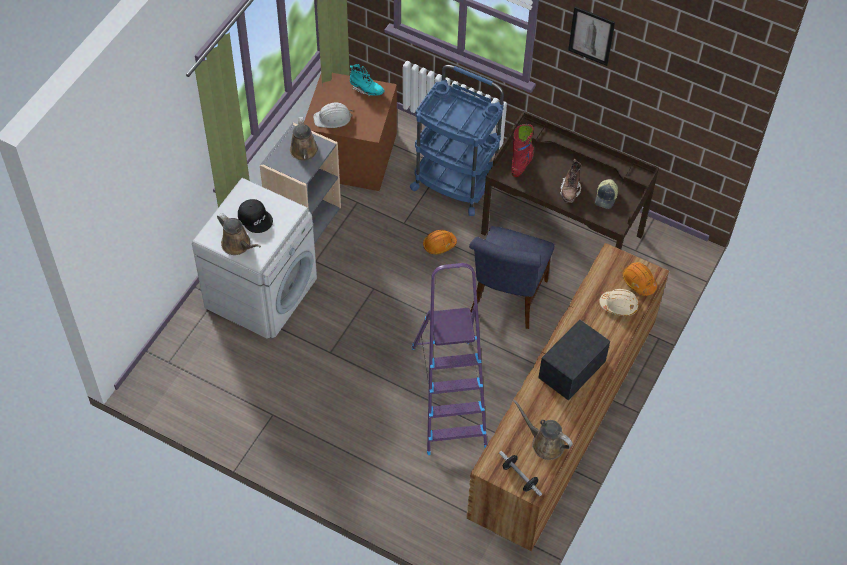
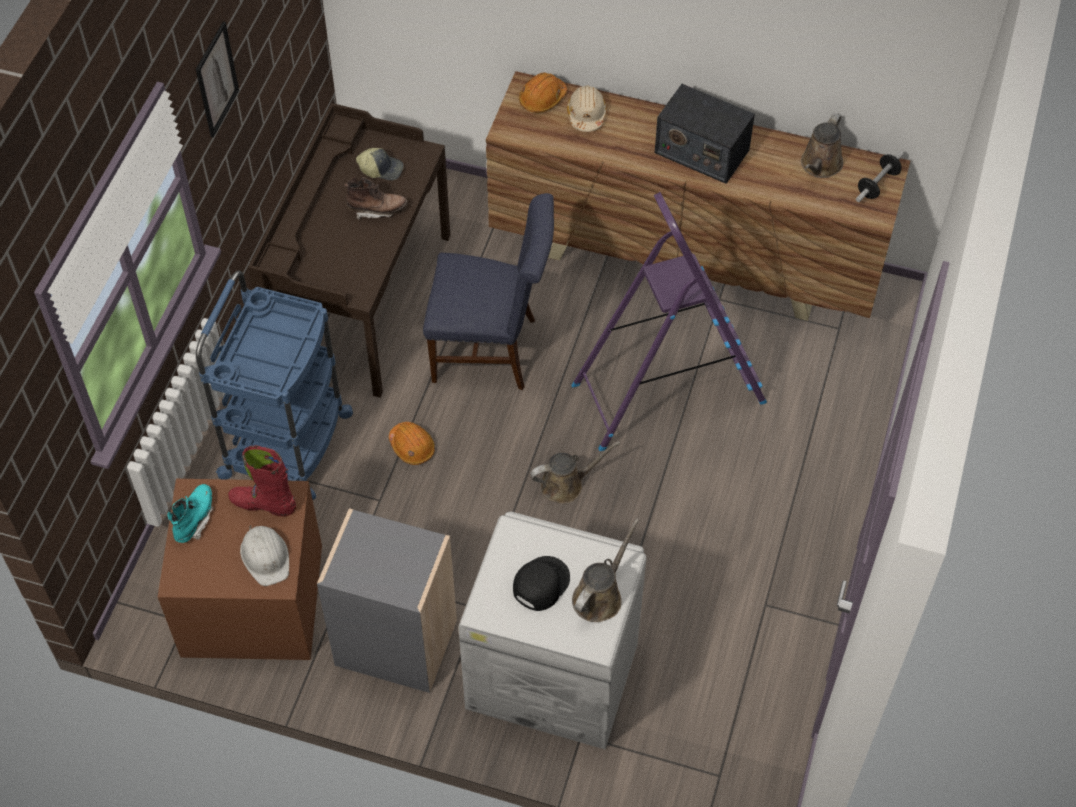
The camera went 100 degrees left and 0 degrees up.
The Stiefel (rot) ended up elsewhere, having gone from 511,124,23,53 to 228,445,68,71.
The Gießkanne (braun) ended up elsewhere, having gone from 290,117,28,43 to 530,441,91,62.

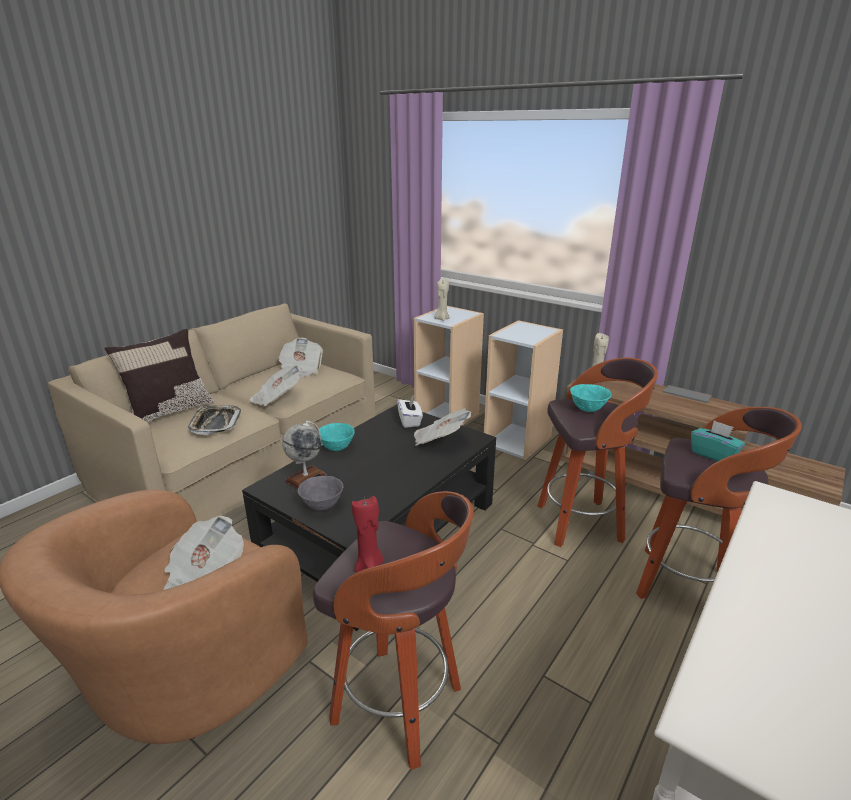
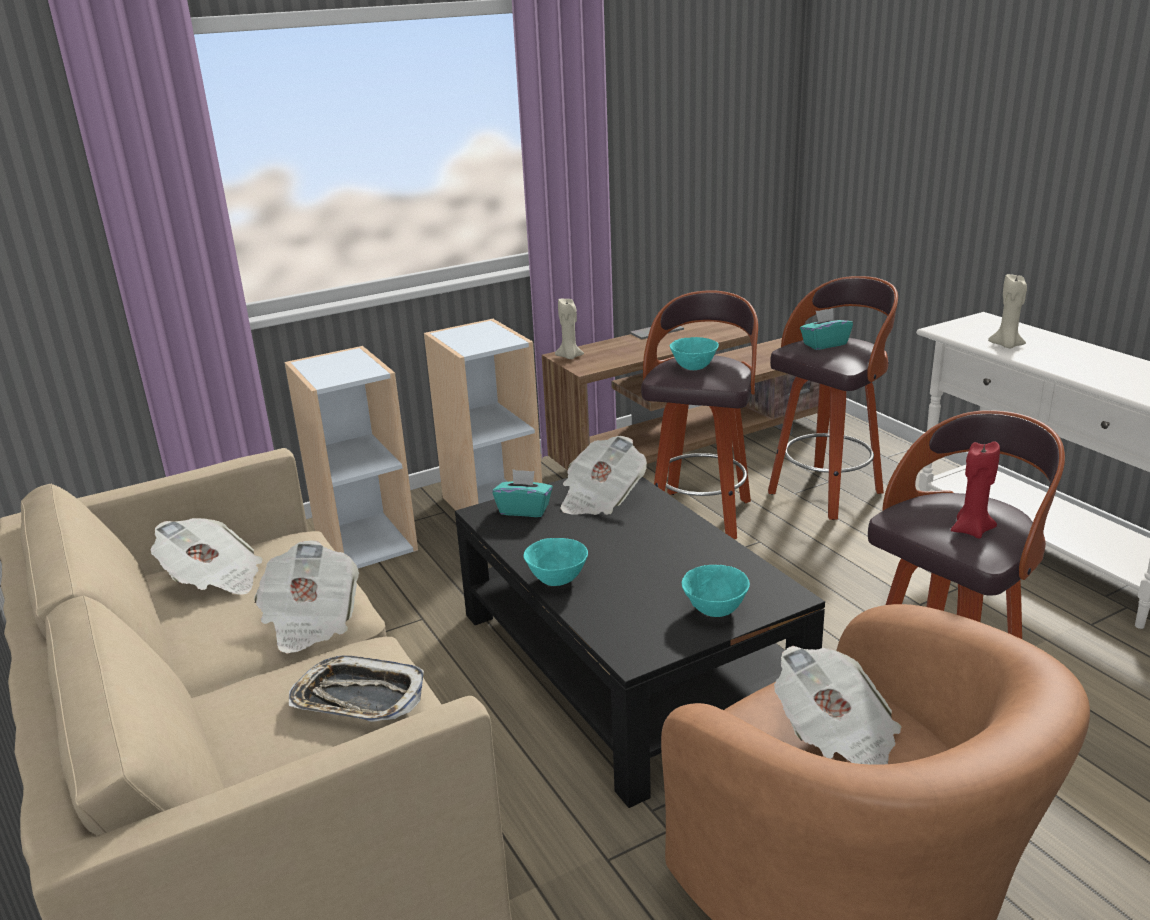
The camera went 65 degrees left and 0 degrees up.
What was the Taschentuchbox (weiß) at 397,395,26,33 turned into the Taschentuchbox (türkis) at 492,469,61,48.
What was the Schüssel (grau) at 297,476,47,35 turned into the Schüssel (türkis) at 682,565,68,52.
The Kerze (beige) ended up elsewhere, having gone from 435,279,15,42 to 988,274,39,74.
The second view lost the Kissen at 104,329,109,93.
The second view lost the Globus at 282,421,45,68.

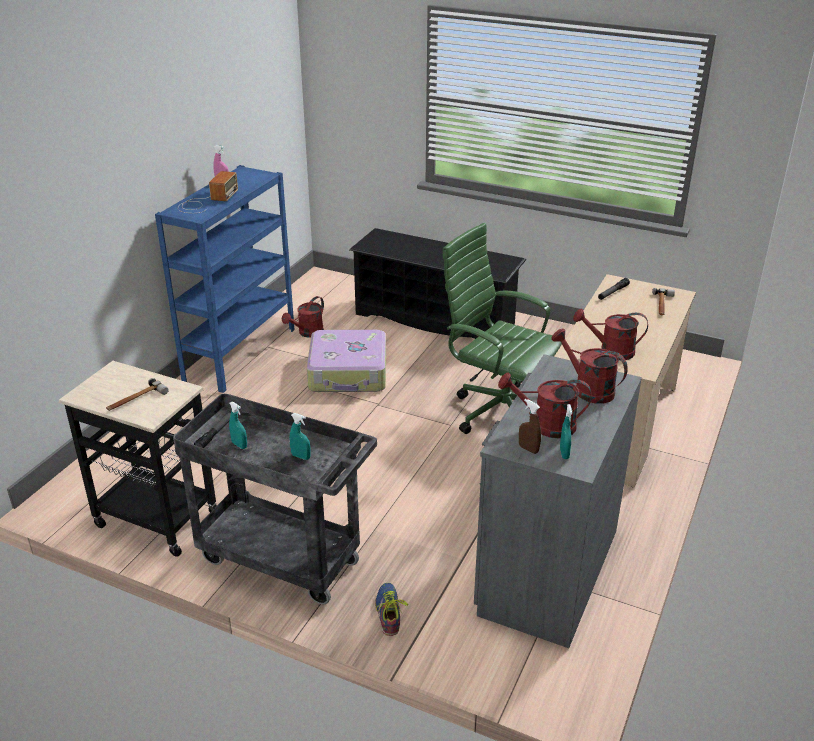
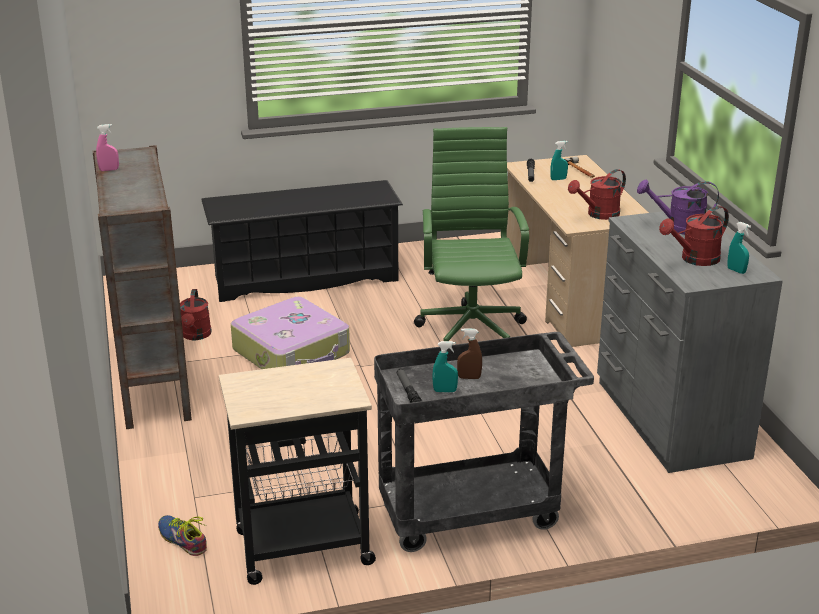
The camera went 40 degrees left and 5 degrees down.
What was the Bücherregal (blau) at 155,165,140,228 turned into the Bücherregal (grau) at 93,145,99,284.
The Schuh ended up elsewhere, having gone from 375,583,33,53 to 158,515,49,41.
The Bürostuhl (grün) at 443,223,119,211 ended up facing another way, 90 degrees clockwise from before.
The Sprühflasche (braun) ended up elsewhere, having gone from 519,399,22,55 to 457,328,25,51.
The Sprühflasche (türkis) ended up elsewhere, having gone from 290,413,21,47 to 550,141,18,39.
What was the Gießkanne (rot) at 551,329,77,75 turned into the Gießkanne (lila) at 637,179,82,56.
The second view lost the Hammer at 106,378,63,33.
The second view lost the Radio at 178,171,60,42.

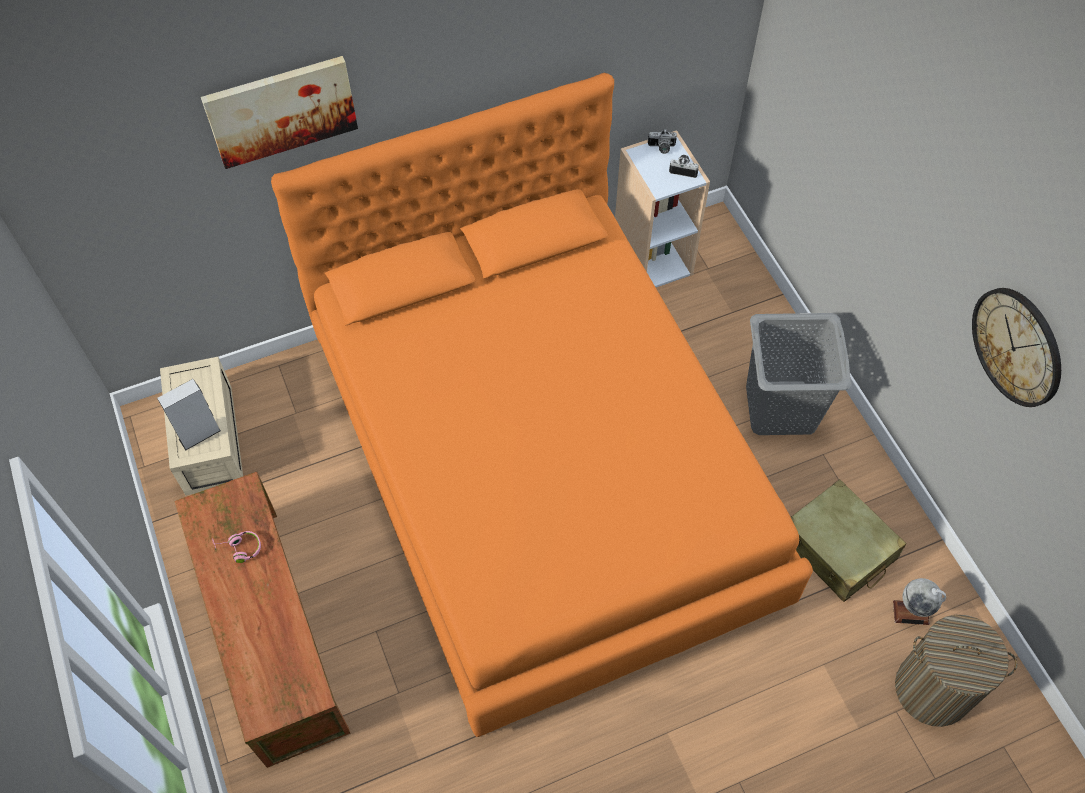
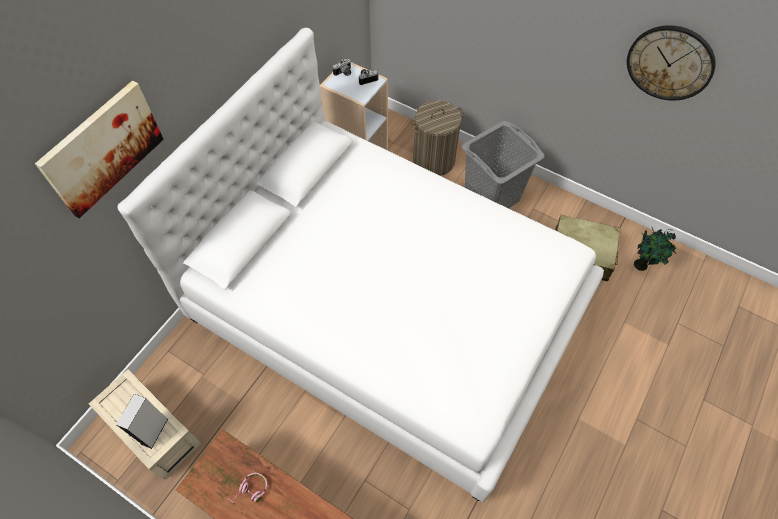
The camera went 35 degrees left and 0 degrees up.
What was the Bett (orange) at 271,73,542,664 turned into the Bett (weiß) at 118,28,486,474.
The Wäschekorb ended up elsewhere, having gone from 895,615,122,112 to 411,100,53,76.
Where the Globus stood at 893,578,53,47, the Topfpflanze came to stand at 634,228,42,43.

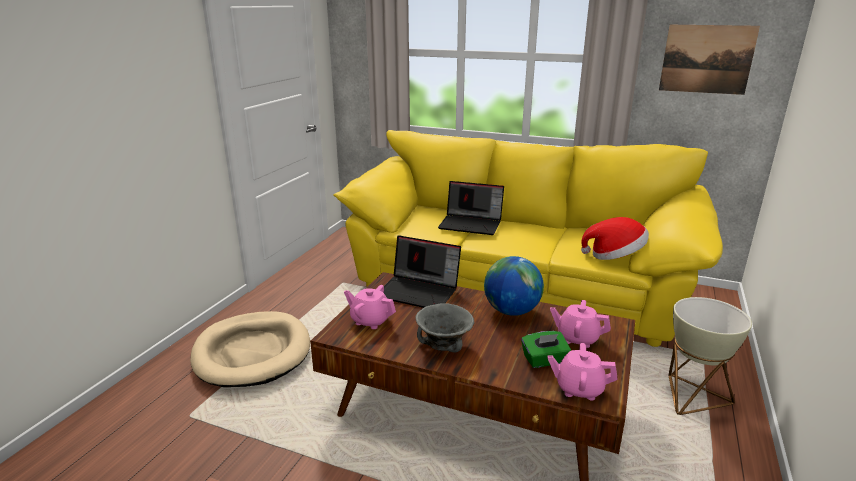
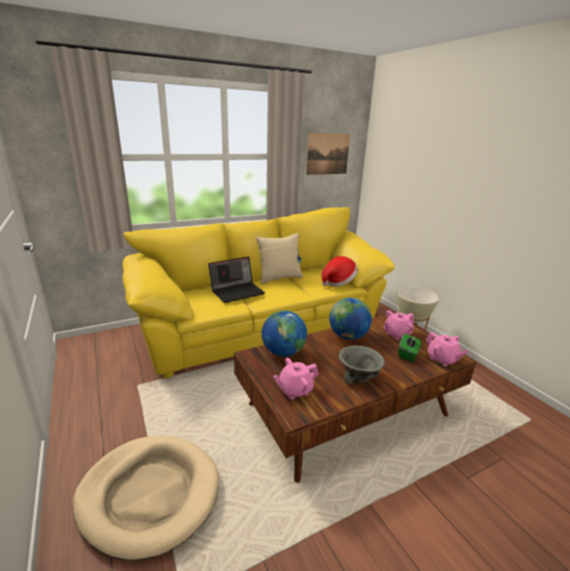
The camera went 50 degrees left and 0 degrees up.
The second view gained the Kissen (beige) at 256,233,47,51.
Where the Laptop stood at 384,235,77,73, the Globus came to stand at 262,311,45,46.
The Teekanne (rosa) at 548,343,69,57 ended up facing another way, 90 degrees counterclockwise from before.

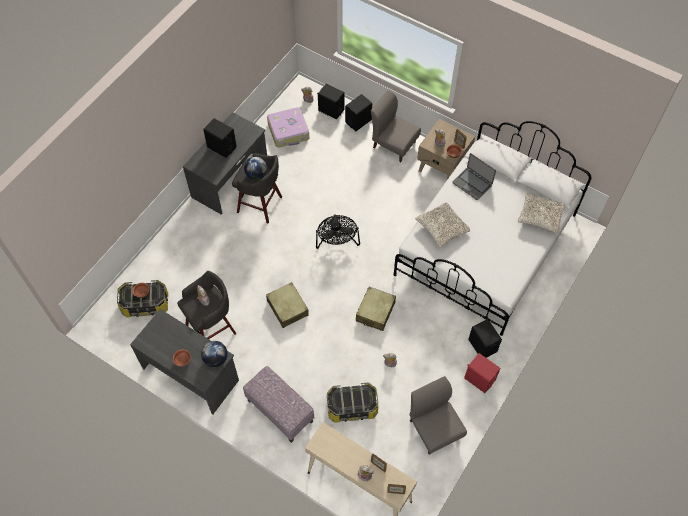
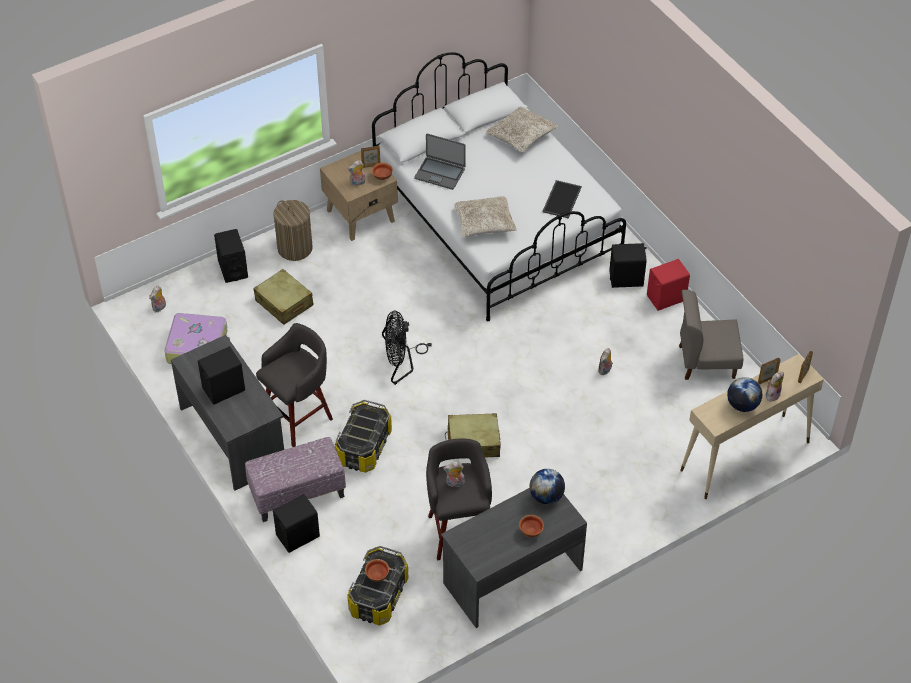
The camera went 65 degrees left and 10 degrees down.
The Polsterhocker ended up elsewhere, having gone from 243,366,71,77 to 245,437,101,85.
The Koffer (beige) ended up elsewhere, having gone from 356,287,40,44 to 253,269,61,56.
Where the Stuhl (grau) stood at 371,90,50,72, the Wäschekorb came to stand at 273,200,40,61.
The Lautsprecher (schwarz) ended up elsewhere, having gone from 317,84,28,35 to 273,494,47,59.
The Aufbewahrungsbox ended up elsewhere, having gone from 327,383,51,40 to 335,400,57,73.
The Ventilator (schwarz) at 316,214,44,35 ended up facing another way, 150 degrees clockwise from before.
The Laptop at 452,153,44,47 ended up facing another way, 45 degrees clockwise from before.
The second view gained the Tablett at 542,180,40,39.
The Globus ended up elsewhere, having gone from 244,157,23,23 to 727,377,35,35.

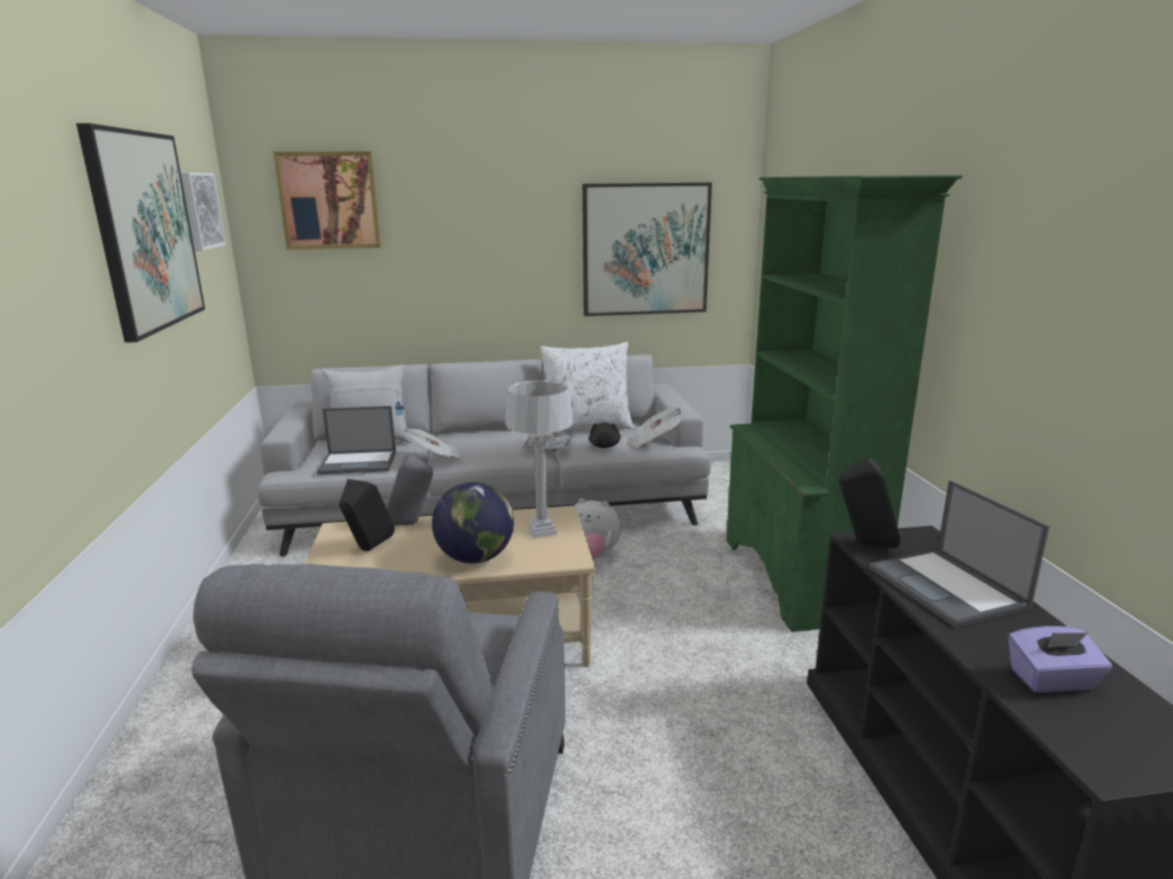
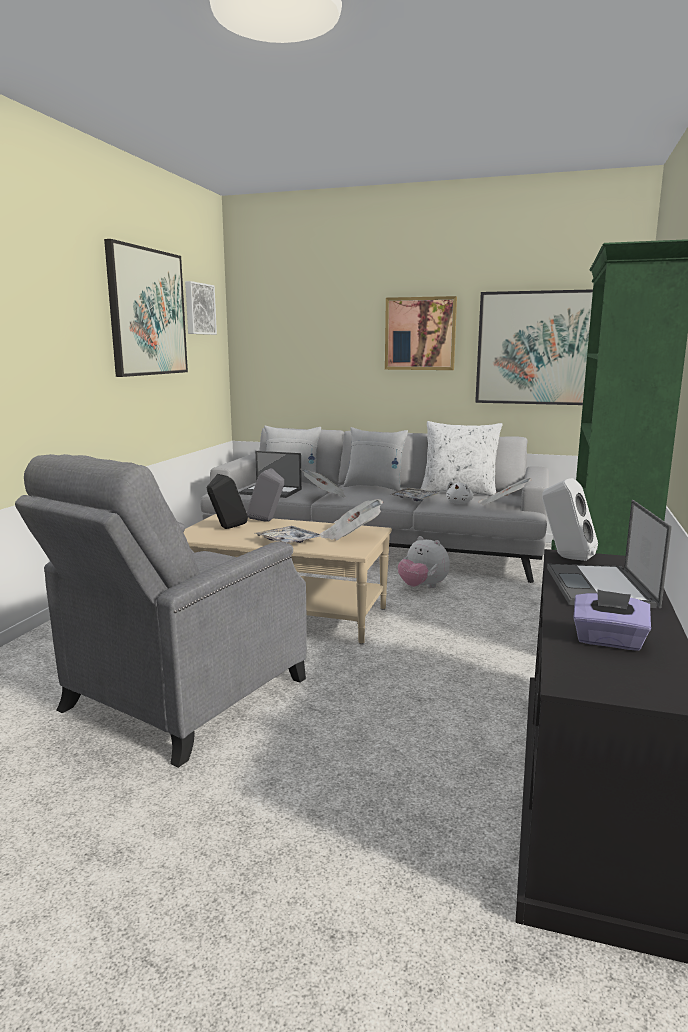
The camera went 25 degrees right and 5 degrees down.
Where the Globus stood at 432,482,82,82, the Tablett came to stand at 255,526,68,17.
Where the Tischlampe (grau) stood at 506,380,67,158, the Zeitung came to stand at 320,499,63,42.
The second view gained the Kissen (grau) at 343,427,65,64.
The Bild ended up elsewhere, having gone from 273,151,108,99 to 385,296,72,74.
What was the Plüschtier (schwarz) at 589,422,32,26 turned into the Plüschtier (weiß) at 446,481,27,23.
What was the Lautsprecher (schwarz) at 839,457,62,91 turned into the Lautsprecher (weiß) at 542,478,56,83.

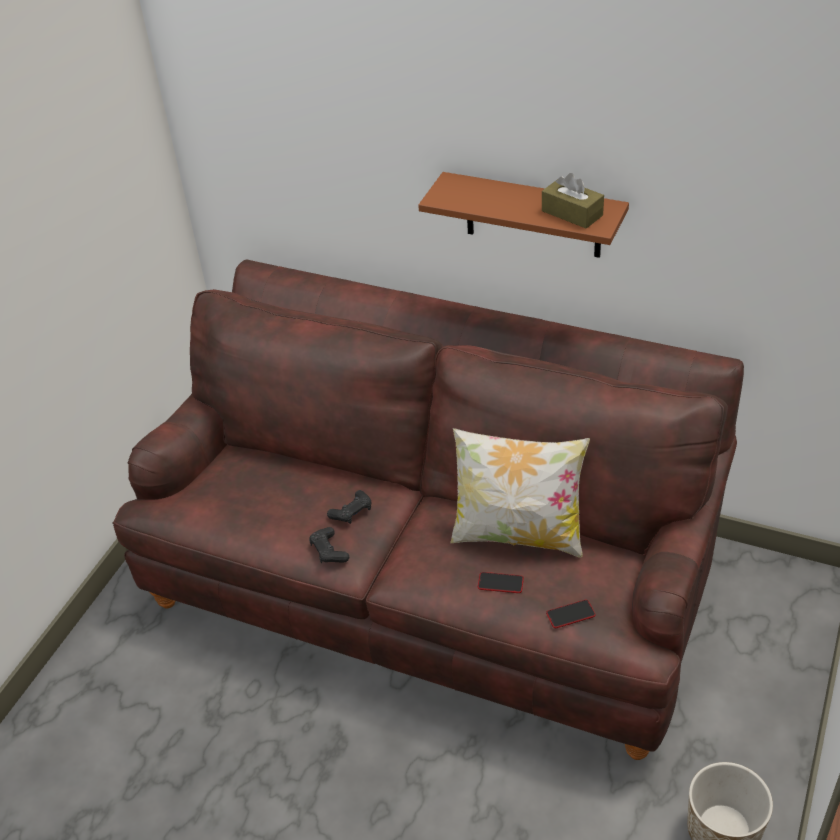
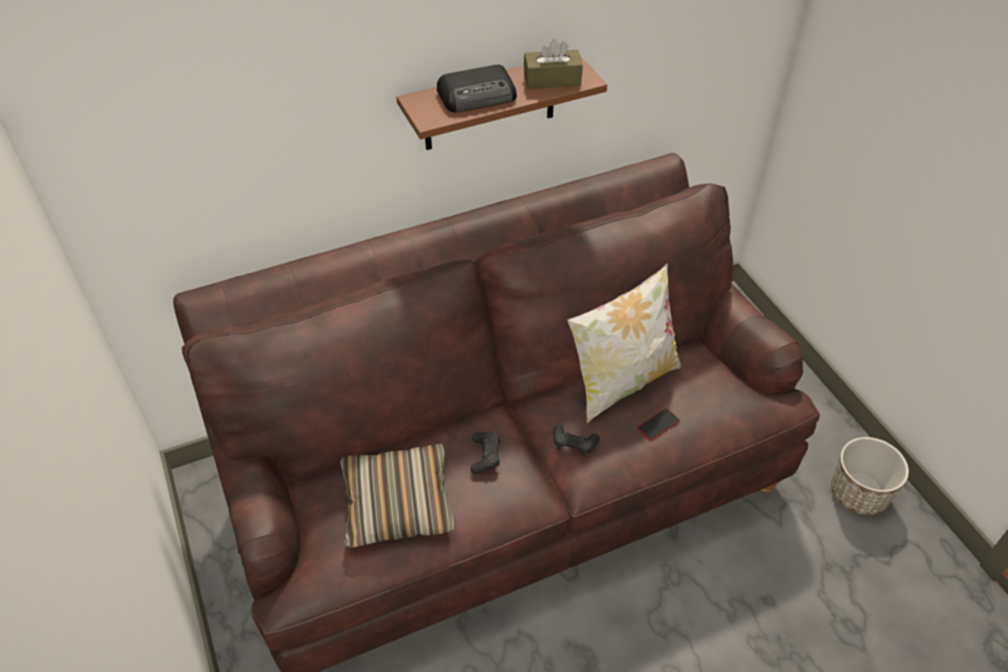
The camera went 50 degrees left and 5 degrees up.
The second view gained the Kissen at 340,443,116,105.
The second view gained the Radio at 437,65,80,48.
The Gamepad (schwarz) ended up elsewhere, having gone from 309,527,40,36 to 553,425,47,31.
The second view lost the Handy at 546,600,50,28.

